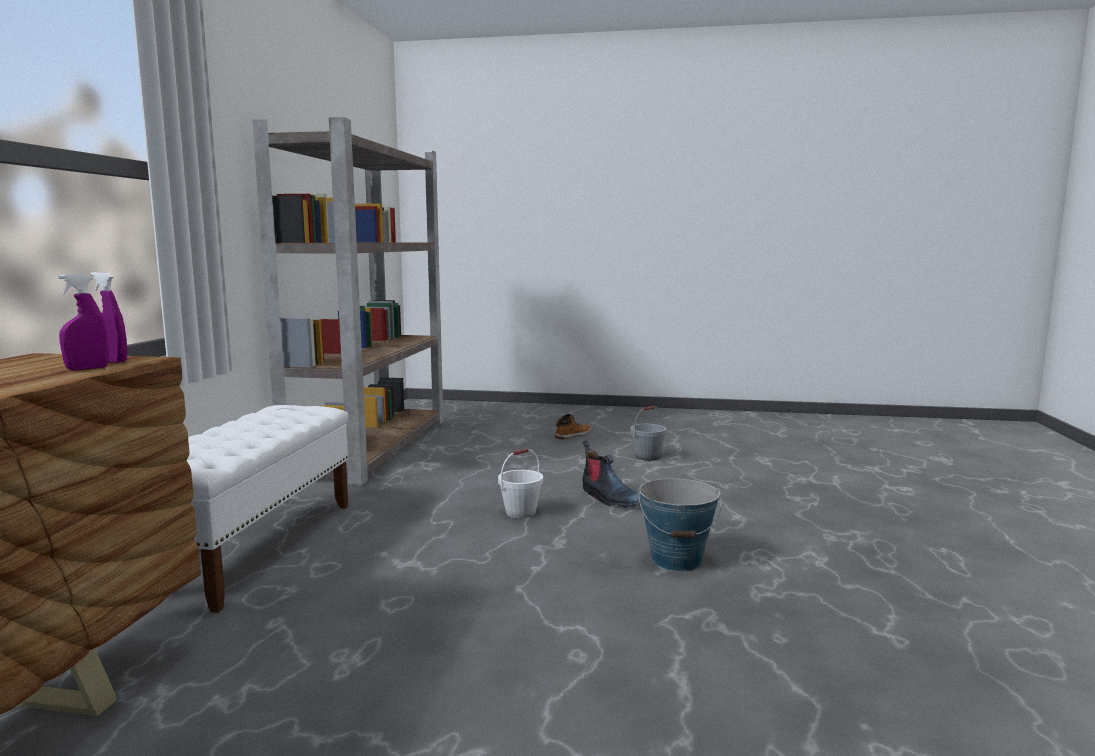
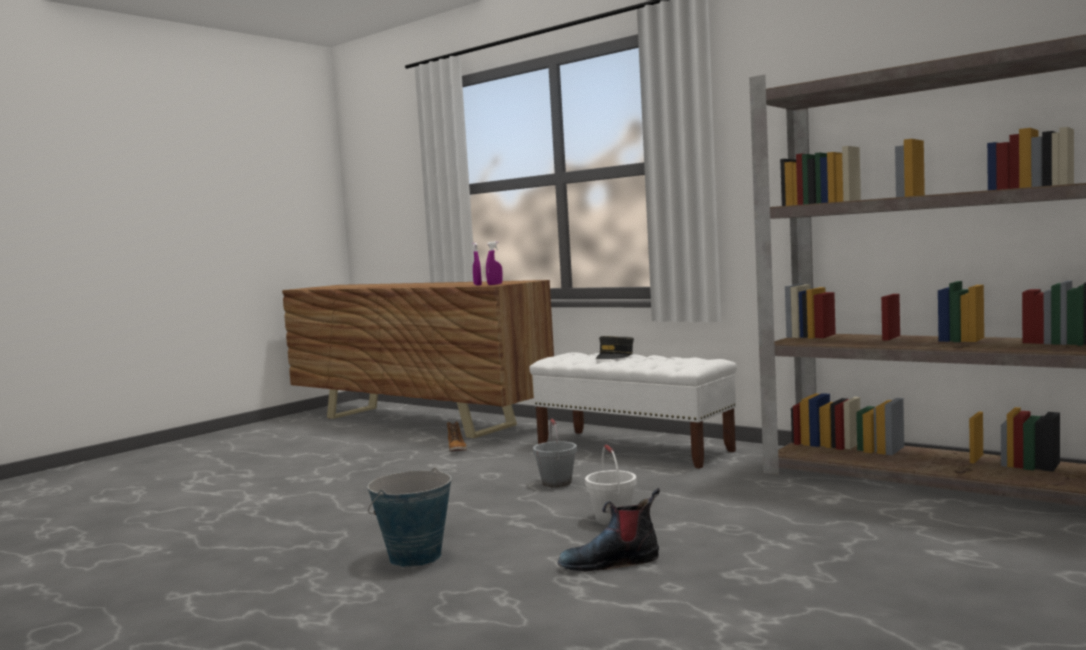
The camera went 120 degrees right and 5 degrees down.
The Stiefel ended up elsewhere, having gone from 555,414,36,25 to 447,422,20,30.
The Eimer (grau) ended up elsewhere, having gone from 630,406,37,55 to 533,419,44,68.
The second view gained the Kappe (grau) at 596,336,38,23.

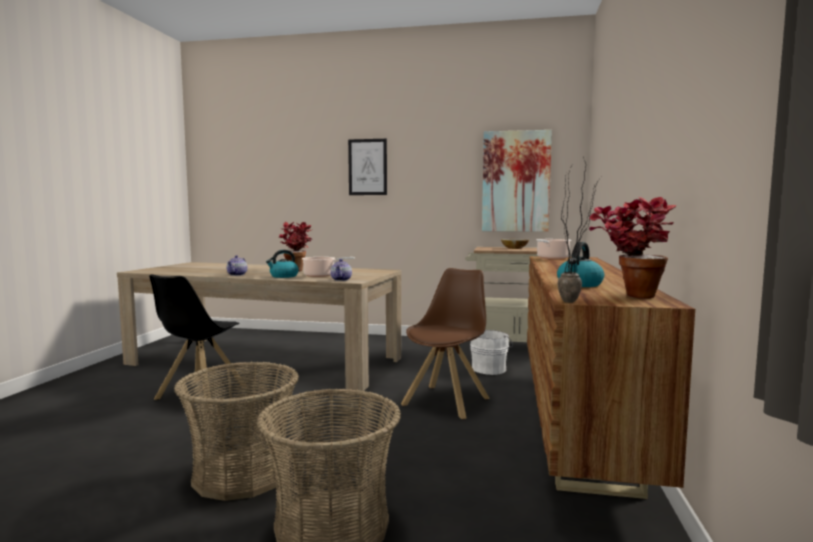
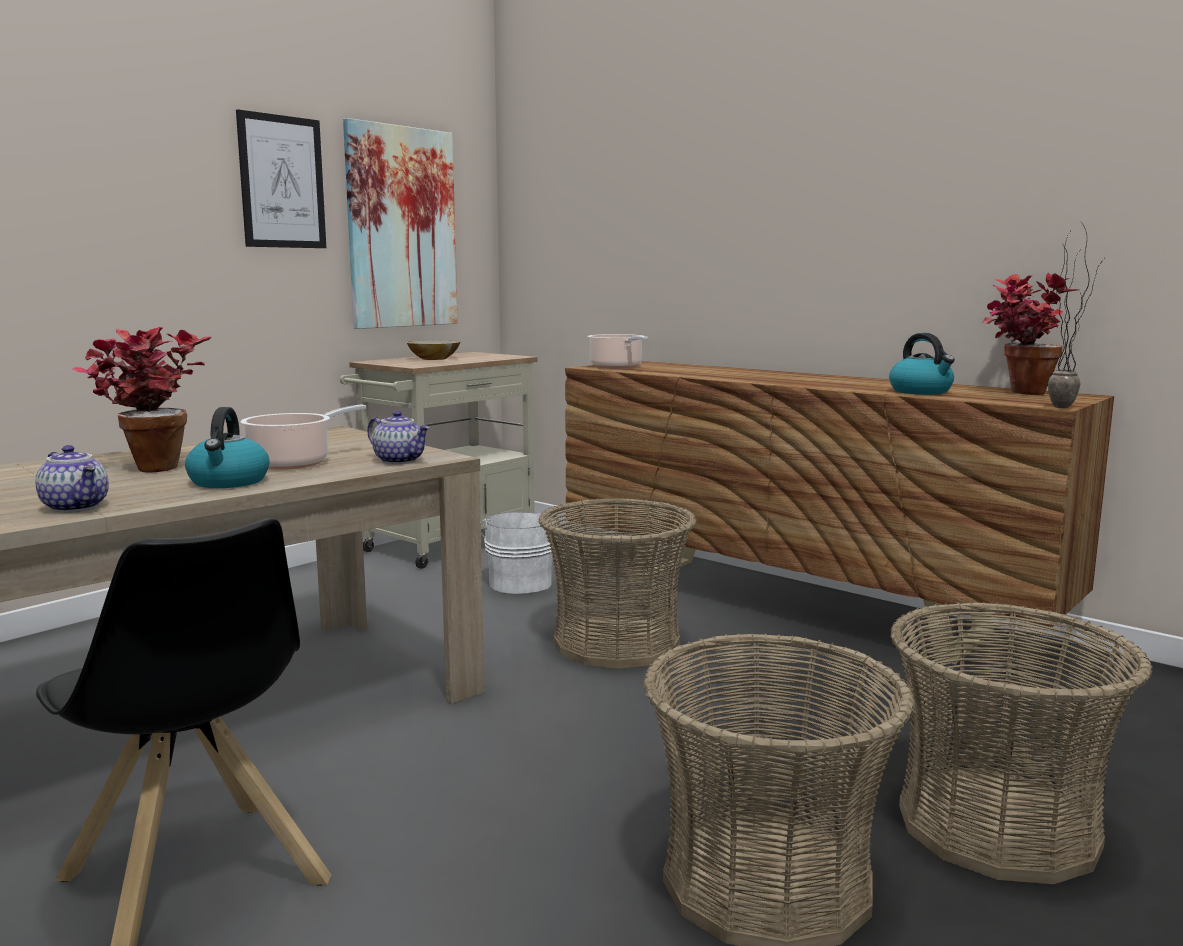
The camera went 60 degrees left and 5 degrees up.
The Bild ended up elsewhere, having gone from 348,139,39,56 to 236,109,90,139.
Where the Stuhl (braun) stood at 401,268,89,151, the Korb came to stand at 538,498,159,171.

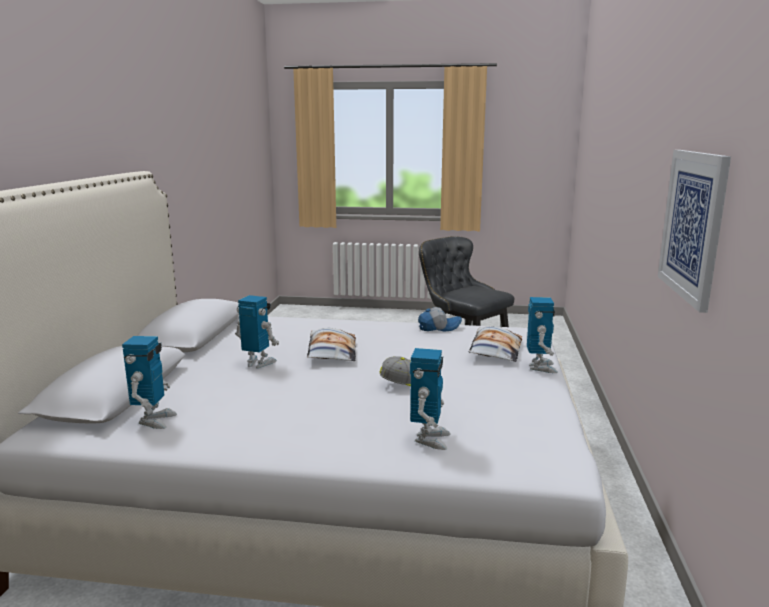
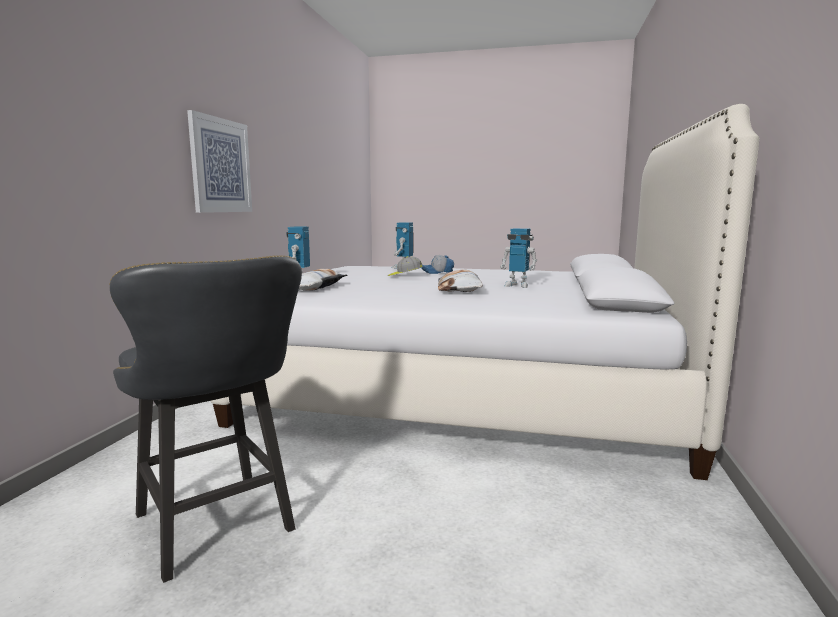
The camera went 175 degrees left and 5 degrees down.
The Kappe ended up elsewhere, having gone from 418,307,44,25 to 421,255,33,19.
The second view lost the Spielzeugroboter at 122,336,55,93.

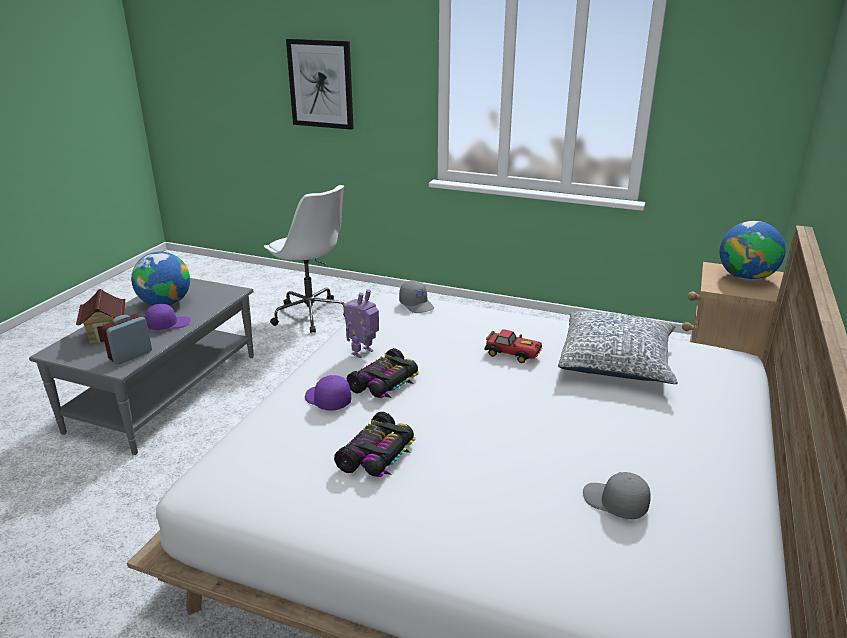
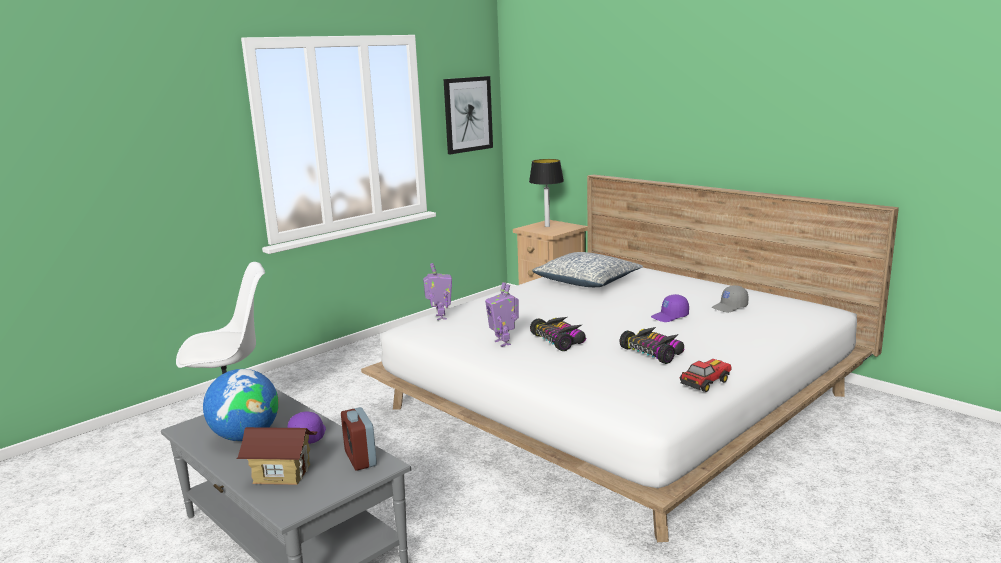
The camera went 65 degrees left and 10 degrees down.
Where the Kappe (grau) stood at 399,281,35,32, the Spielzeugroboter came to stand at 423,263,29,57.
The Bild ended up elsewhere, having gone from 286,39,68,91 to 444,76,49,78.
Where the Globus stood at 720,221,66,60, the Tischlampe came to stand at 529,159,35,68.
The Kappe (lila) ended up elsewhere, having gone from 305,375,46,36 to 651,294,38,28.
The Spielzeugauto ended up elsewhere, having gone from 484,329,58,34 to 680,359,52,33.

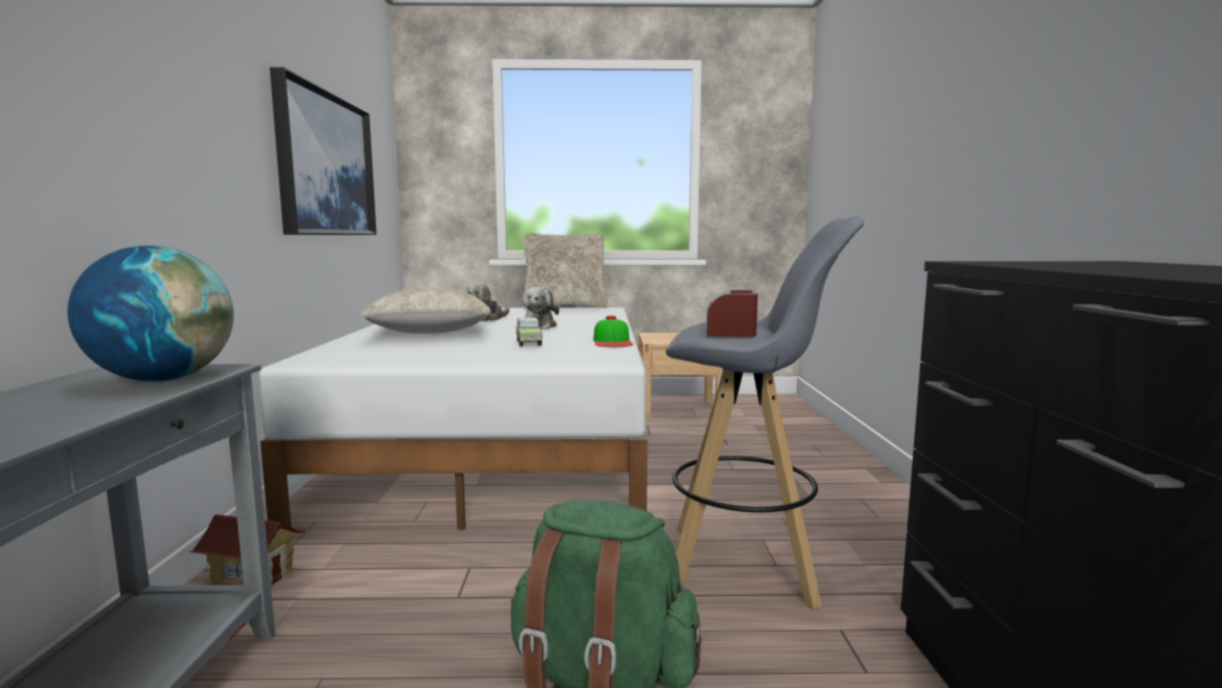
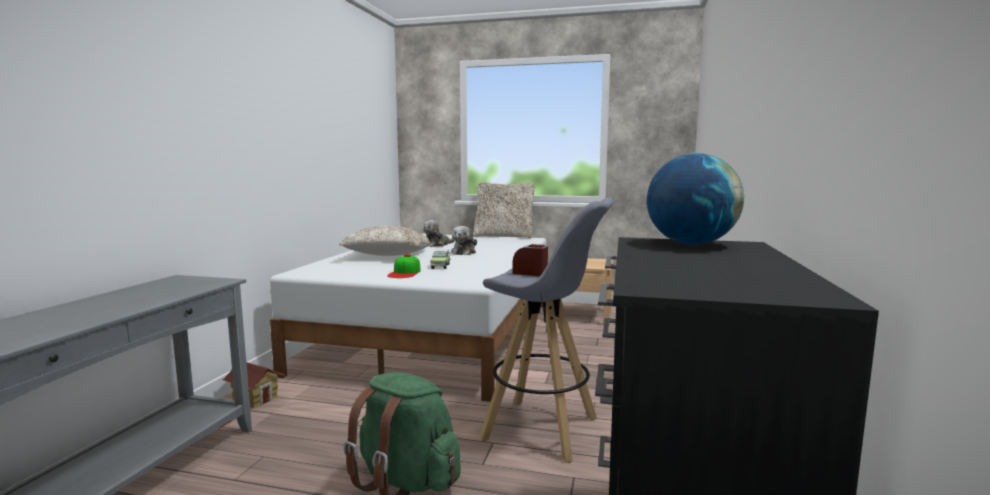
The camera went 15 degrees right and 0 degrees up.
The Kappe ended up elsewhere, having gone from 593,316,40,31 to 387,254,34,24.
The Globus ended up elsewhere, having gone from 67,245,167,136 to 647,153,97,92.
The second view lost the Bild at 270,67,107,168.

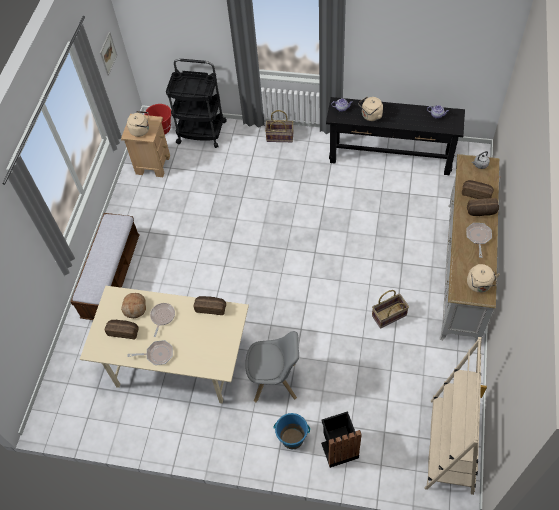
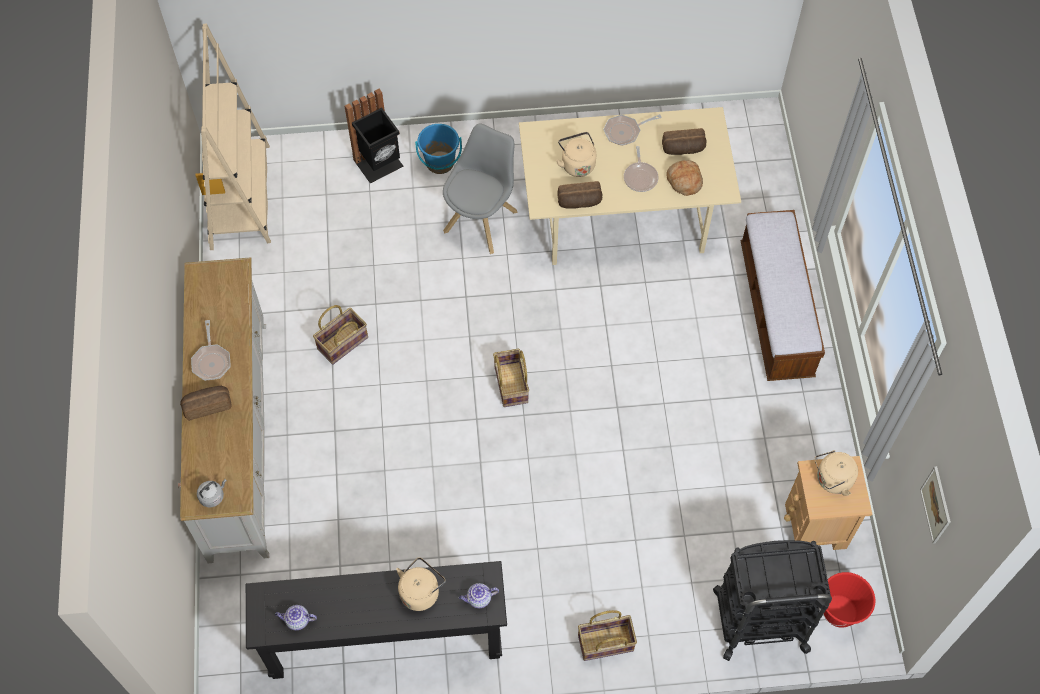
The camera went 160 degrees right and 5 degrees up.
The Stuhl (grau) at 245,331,54,71 ended up facing another way, 135 degrees clockwise from before.
The second view gained the Korb at 493,349,36,58.
The Wasserkessel (beige) ended up elsewhere, having gone from 467,264,33,29 to 556,132,40,45.
The second view lost the Brot at 462,180,32,19.

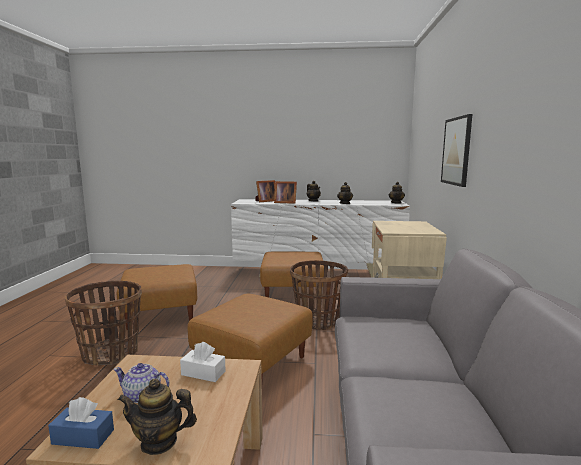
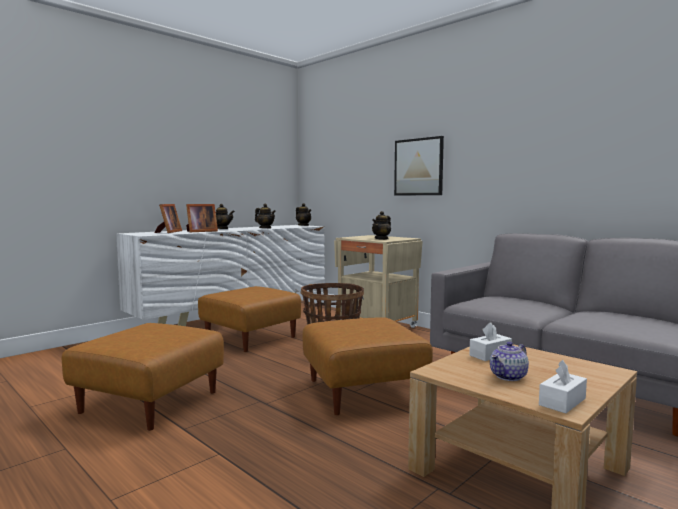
The camera went 50 degrees left and 5 degrees down.
The Teekanne ended up elsewhere, having gone from 118,379,79,76 to 372,211,19,29.
What was the Taschentuchbox (blau) at 48,397,66,52 turned into the Taschentuchbox (weiß) at 539,360,48,53.
The second view lost the Korb at 65,281,77,84.

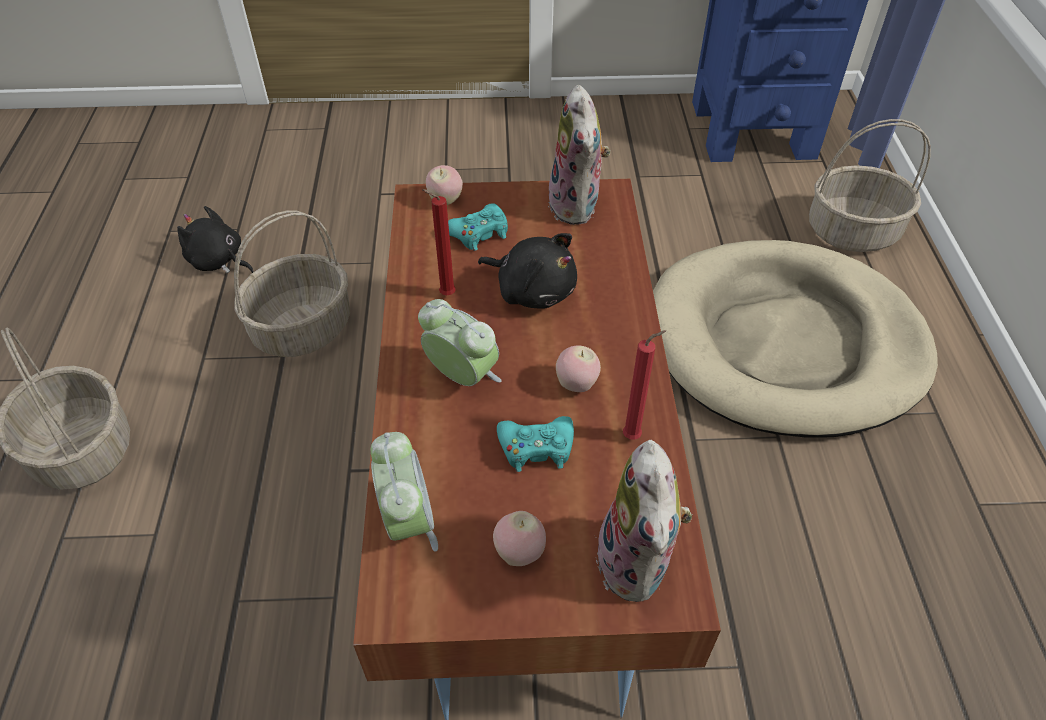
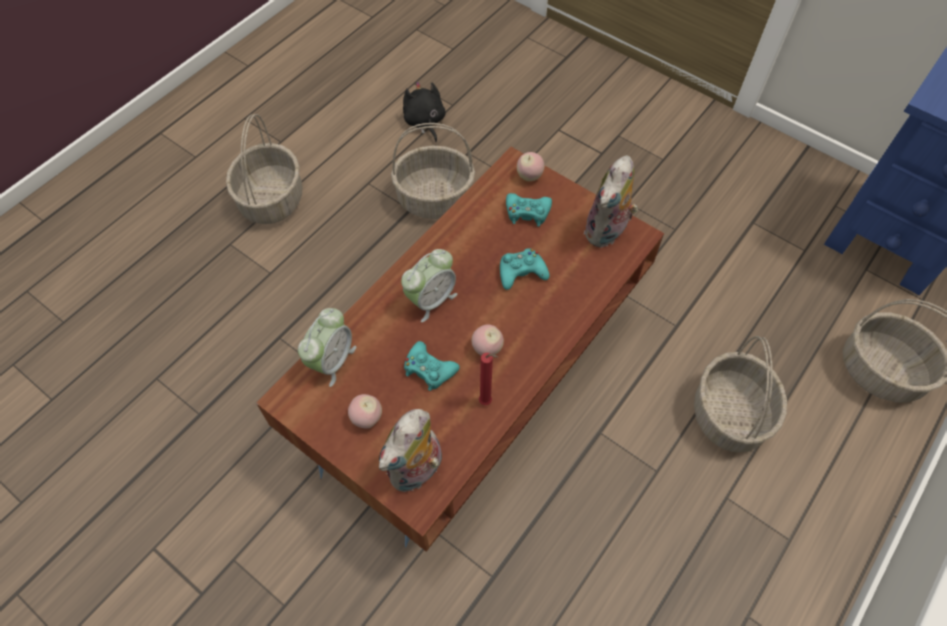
The camera went 40 degrees right and 10 degrees up.
The Wecker at 418,299,84,87 ended up facing another way, 60 degrees clockwise from before.
Where the Plüschtier (schwarz) stood at 478,233,99,75, the Gamepad (türkis) came to stand at 500,248,49,42.
Where the Hundebett (beige) stood at 653,240,285,198, the Korb came to stand at 694,336,93,117.
The second view lost the Kerze (rot) at 422,189,34,106.

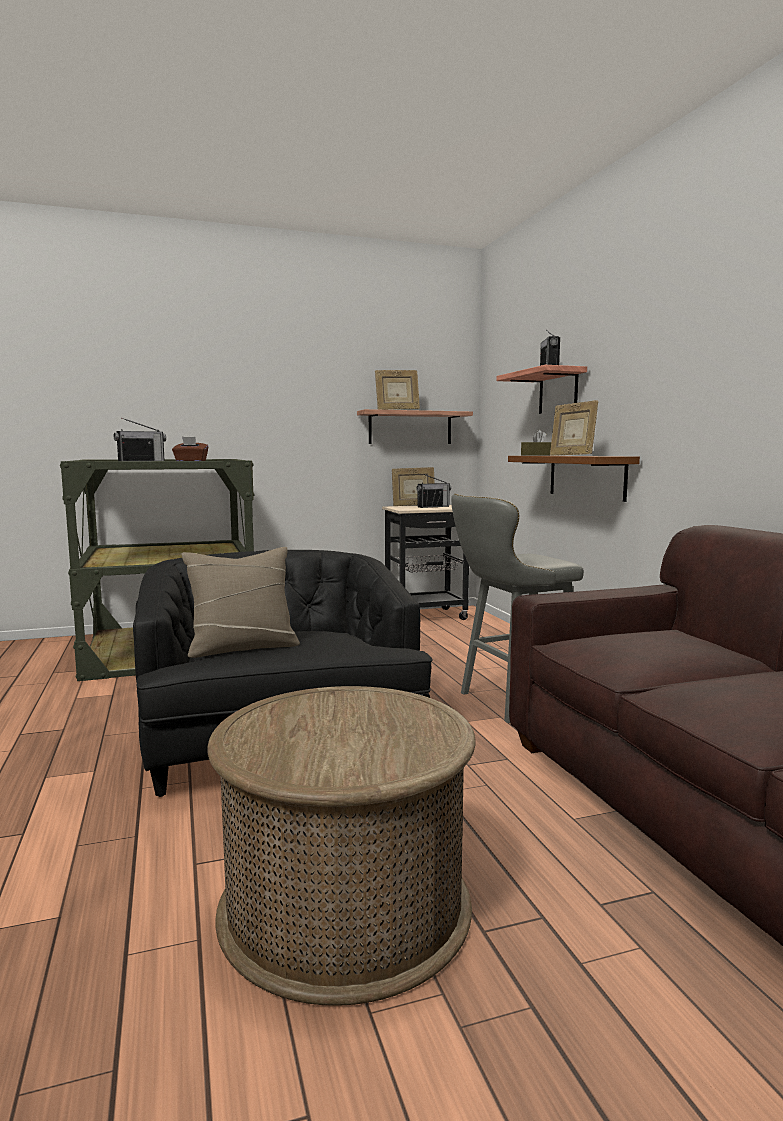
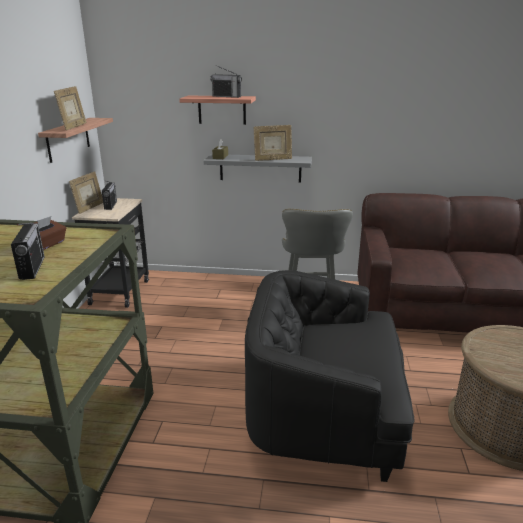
The camera went 65 degrees left and 15 degrees up.
What was the Wandregal (braun) at 508,456,132,46 turned into the Wandregal (grau) at 203,154,109,29.
The second view lost the Kissen (beige) at 181,547,119,111.

